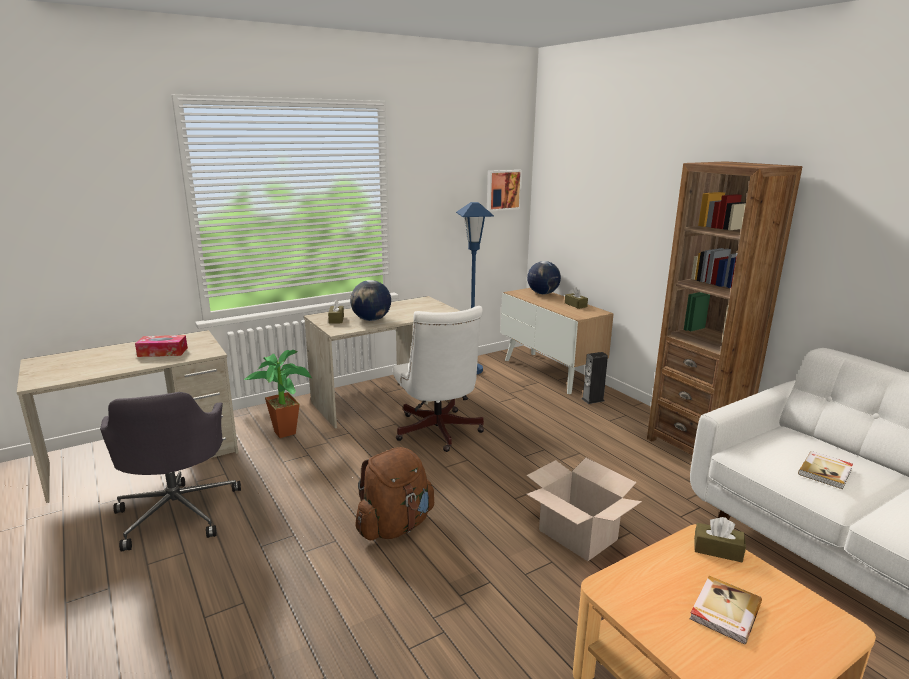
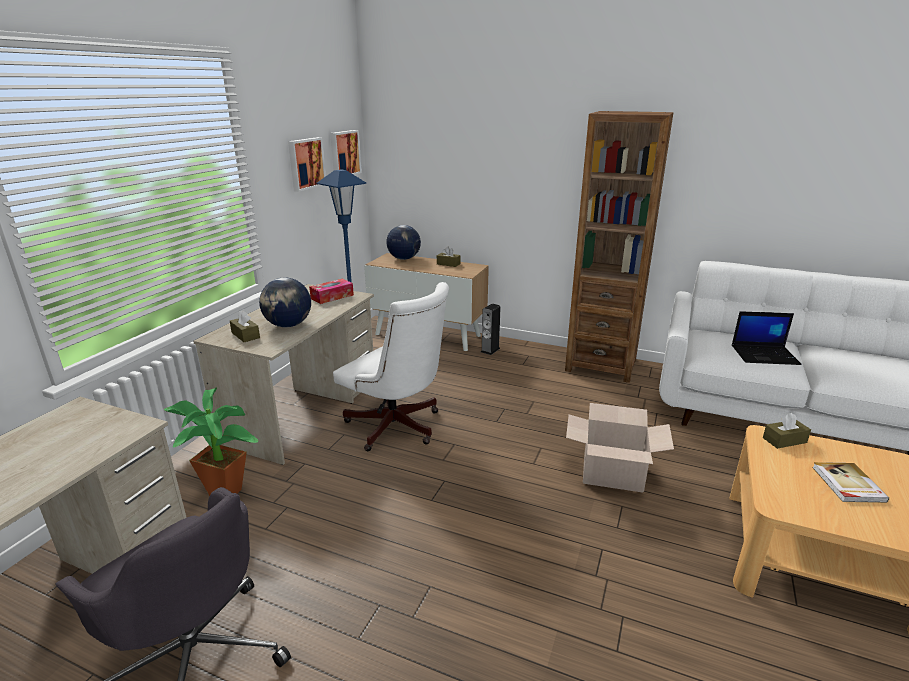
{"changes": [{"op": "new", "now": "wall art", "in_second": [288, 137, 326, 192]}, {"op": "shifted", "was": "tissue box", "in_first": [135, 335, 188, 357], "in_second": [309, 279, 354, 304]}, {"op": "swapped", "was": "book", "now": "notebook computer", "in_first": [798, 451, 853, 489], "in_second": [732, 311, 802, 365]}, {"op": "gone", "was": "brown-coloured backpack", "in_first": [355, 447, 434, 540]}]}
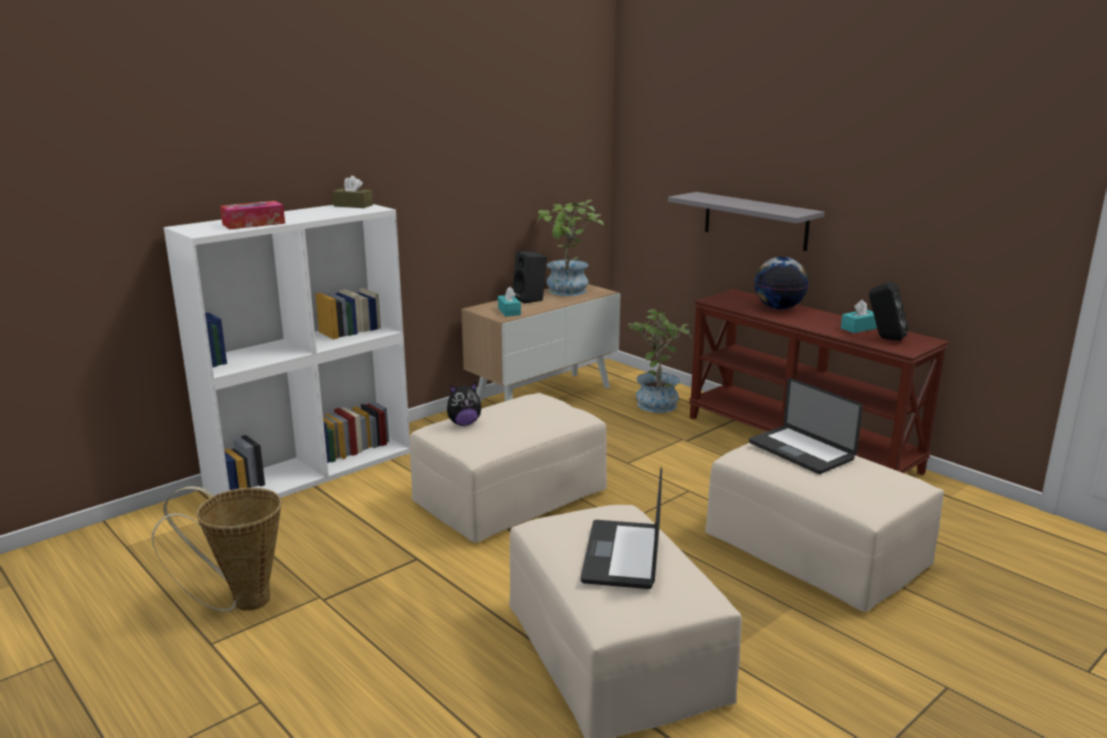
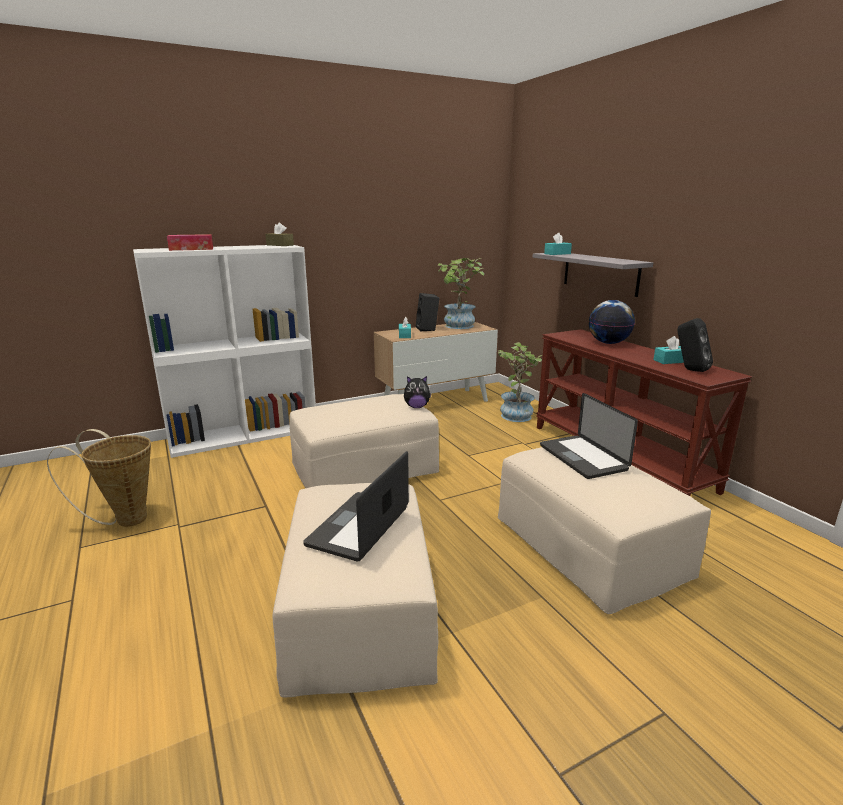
{"changes": [{"op": "shifted", "was": "cuddly toy", "in_first": [447, 383, 481, 426], "in_second": [404, 376, 432, 408]}, {"op": "new", "now": "turquoise tissue box", "in_second": [544, 233, 572, 255]}]}
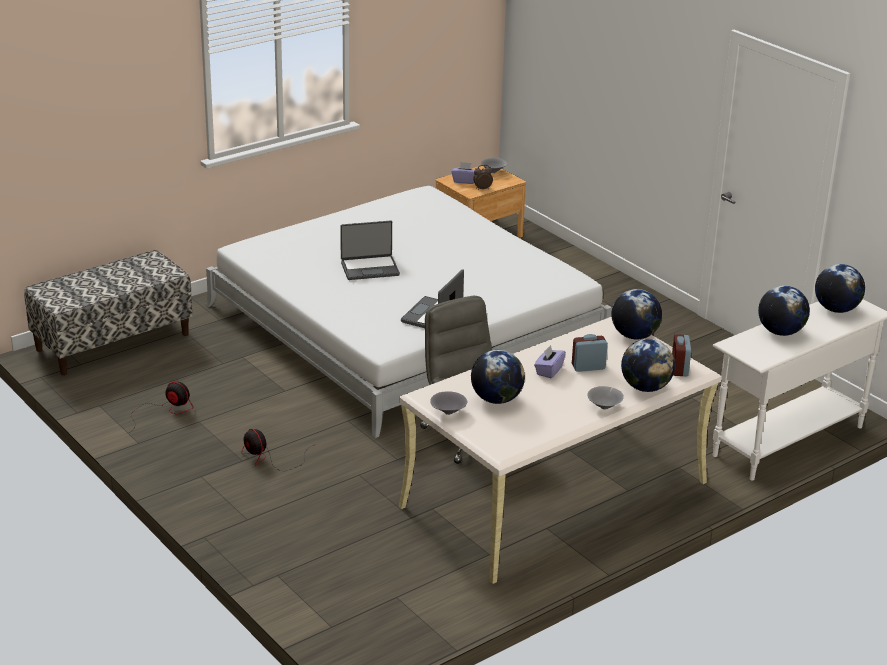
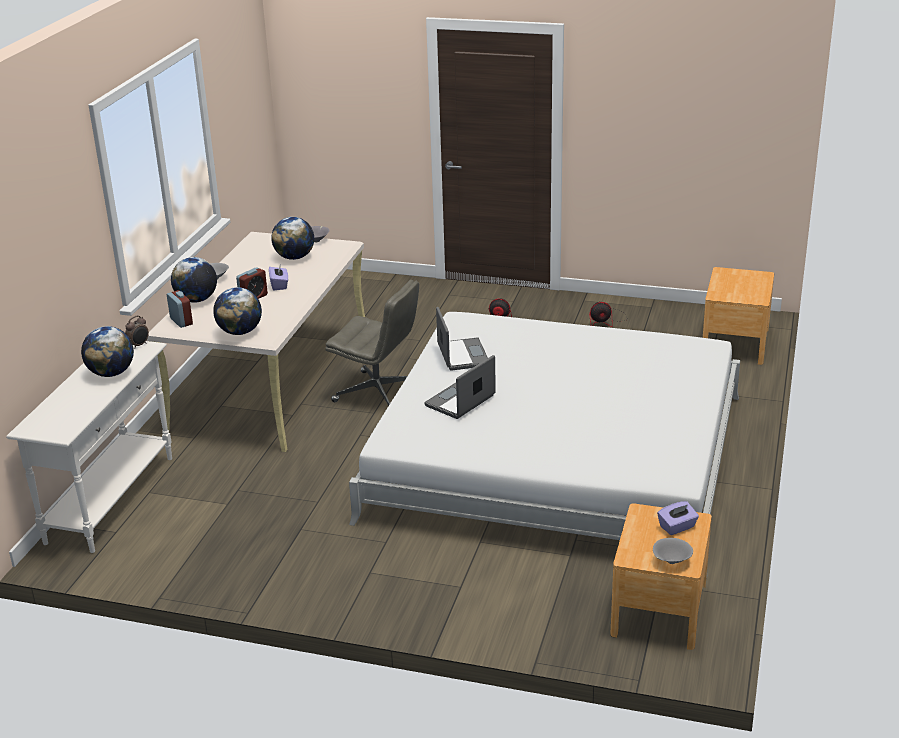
{"changes": [{"op": "shifted", "was": "bedside clock", "in_first": [473, 165, 493, 190], "in_second": [125, 315, 149, 349]}, {"op": "shifted", "was": "notebook computer", "in_first": [340, 220, 400, 280], "in_second": [424, 355, 496, 419]}, {"op": "swapped", "was": "bench", "now": "brown-coloured nightstand", "in_first": [24, 250, 193, 375], "in_second": [703, 267, 774, 365]}, {"op": "gone", "was": "world globe", "in_first": [815, 264, 865, 313]}]}
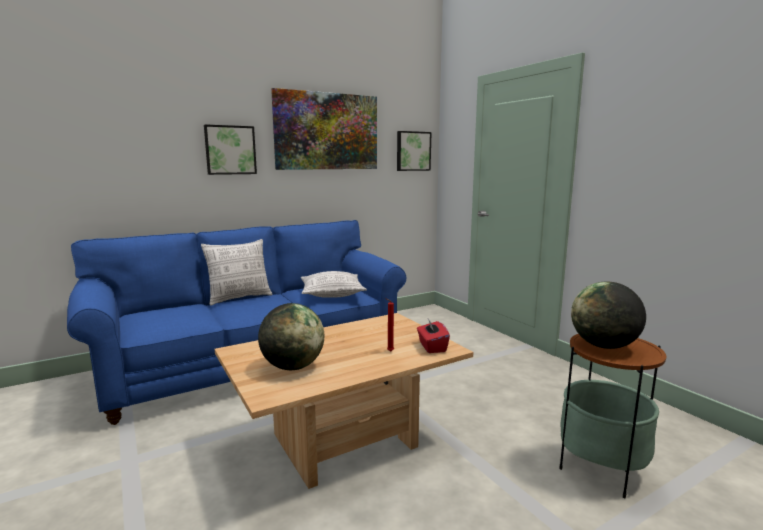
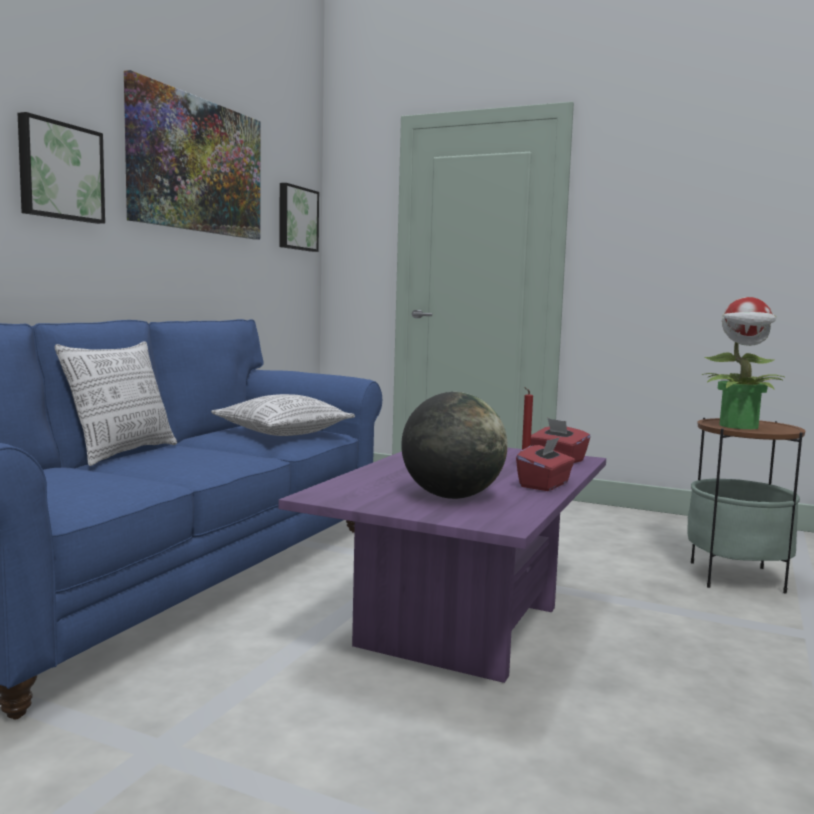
{"changes": [{"op": "repainted", "was": "sand-coloured low table", "now": "purple low table", "in_first": [215, 313, 473, 489], "in_second": [279, 448, 606, 683]}, {"op": "new", "now": "red tissue box", "in_second": [516, 437, 575, 491]}, {"op": "swapped", "was": "world globe", "now": "potted plant", "in_first": [571, 282, 646, 349], "in_second": [701, 297, 786, 429]}]}
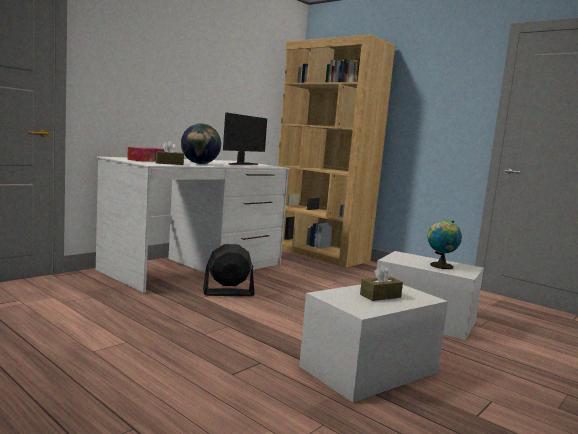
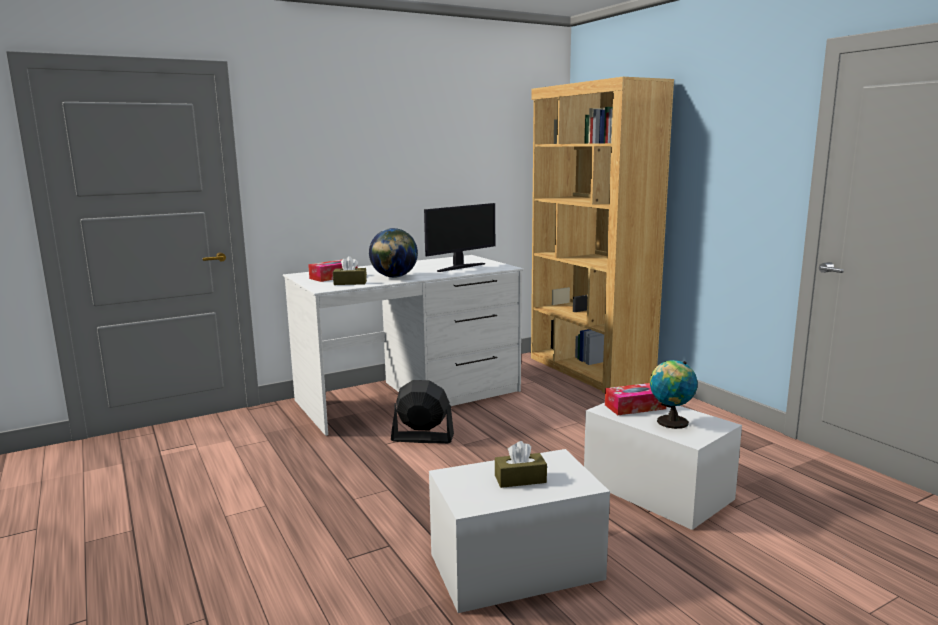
{"changes": [{"op": "new", "now": "tissue box", "in_second": [605, 383, 666, 415]}]}
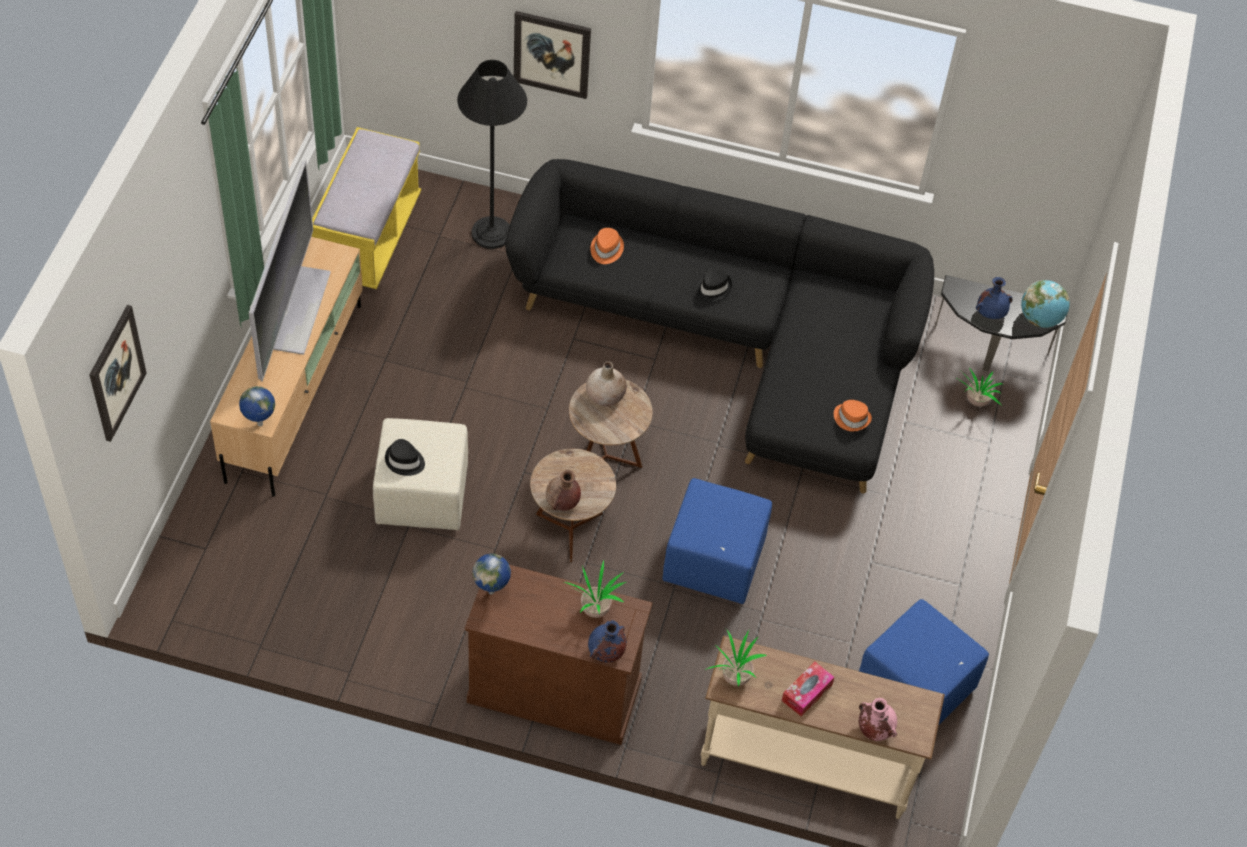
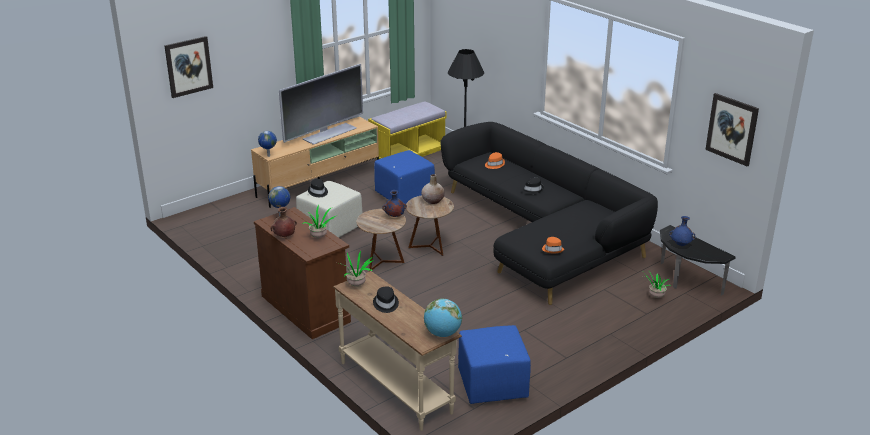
{"changes": [{"op": "shifted", "was": "brown-coloured vase", "in_first": [546, 470, 581, 511], "in_second": [270, 207, 297, 237]}, {"op": "swapped", "was": "tissue box", "now": "blackish wearable hat", "in_first": [782, 661, 834, 717], "in_second": [373, 286, 399, 313]}, {"op": "shifted", "was": "blue-coloured pouffe", "in_first": [662, 478, 772, 604], "in_second": [374, 150, 435, 204]}, {"op": "shifted", "was": "blue-coloured vase", "in_first": [588, 620, 627, 663], "in_second": [382, 190, 407, 217]}, {"op": "shifted", "was": "world globe", "in_first": [1021, 280, 1070, 328], "in_second": [424, 298, 462, 337]}, {"op": "shifted", "was": "wall art", "in_first": [514, 11, 591, 99], "in_second": [705, 93, 759, 167]}, {"op": "gone", "was": "pink vase", "in_first": [859, 698, 897, 741]}]}
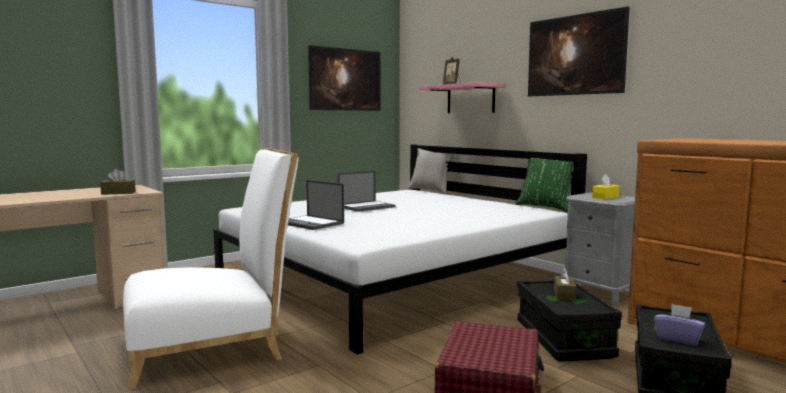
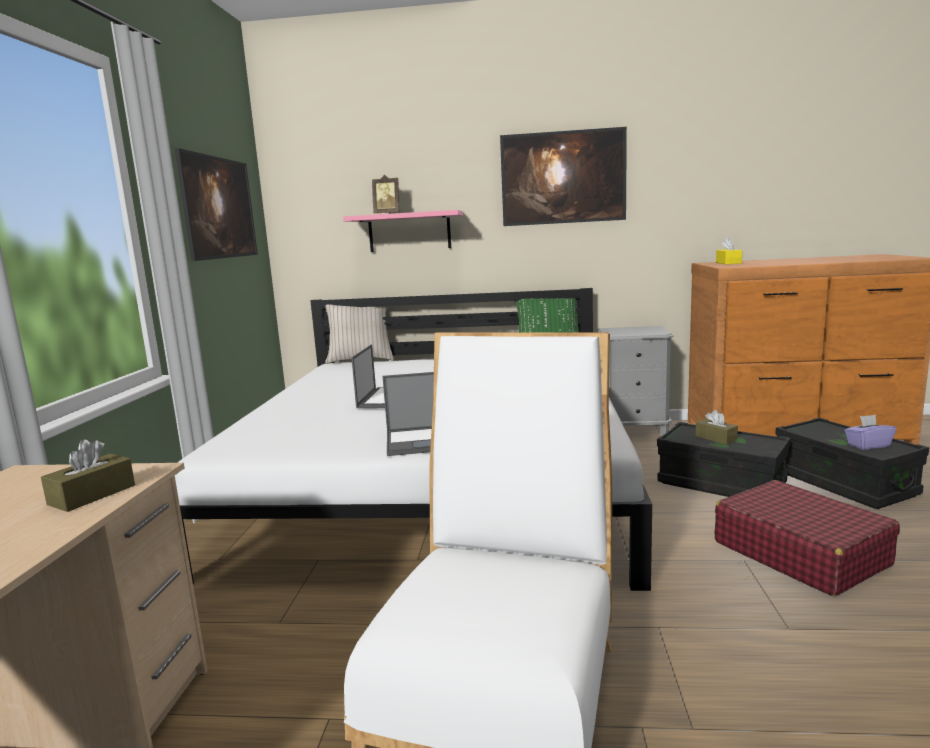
{"changes": [{"op": "shifted", "was": "yellow-coloured tissue box", "in_first": [592, 174, 620, 199], "in_second": [716, 237, 742, 264]}]}
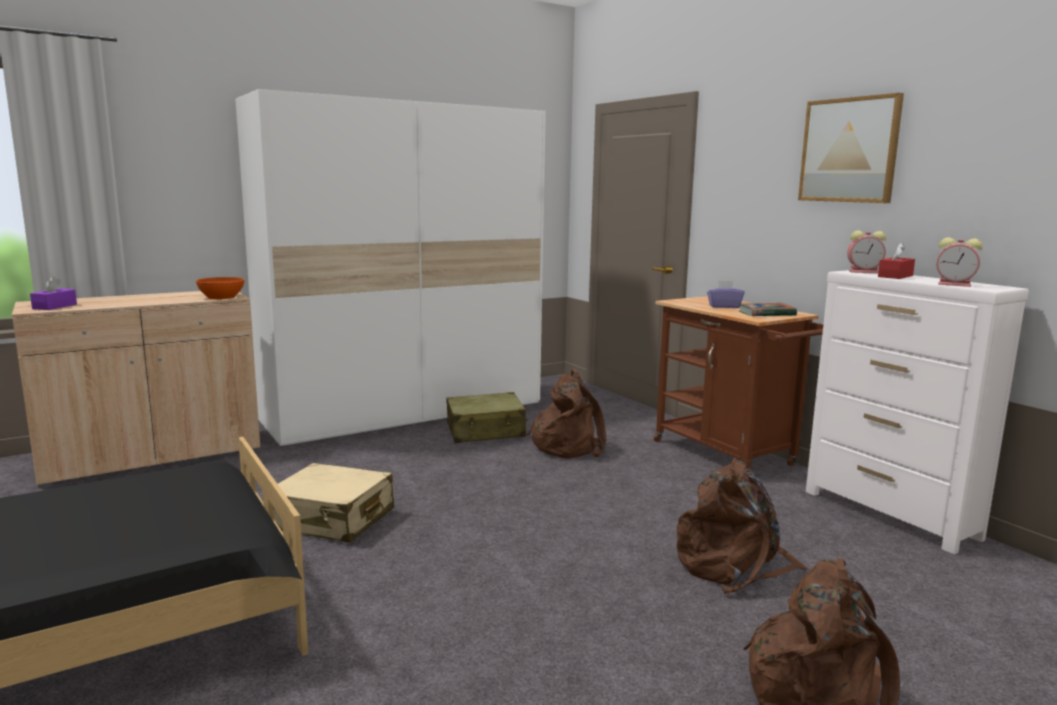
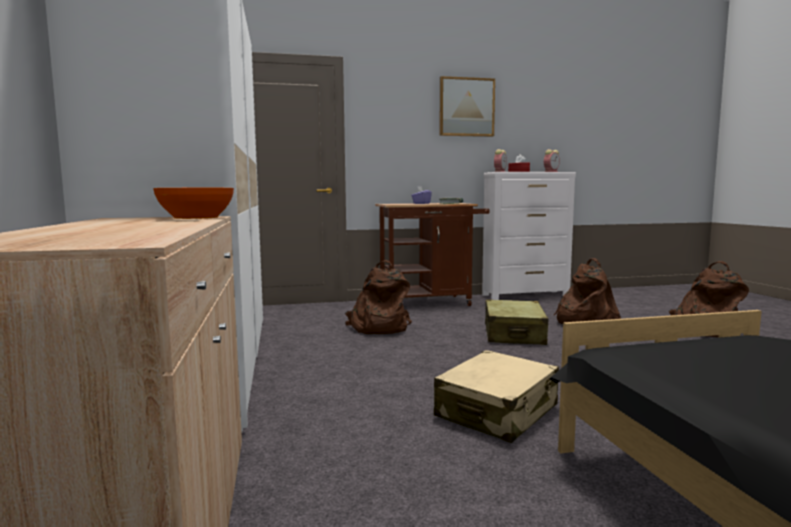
{"changes": [{"op": "shifted", "was": "sand-coloured piece of luggage", "in_first": [447, 392, 528, 443], "in_second": [485, 300, 549, 345]}, {"op": "gone", "was": "purple tissue box", "in_first": [30, 276, 77, 310]}]}
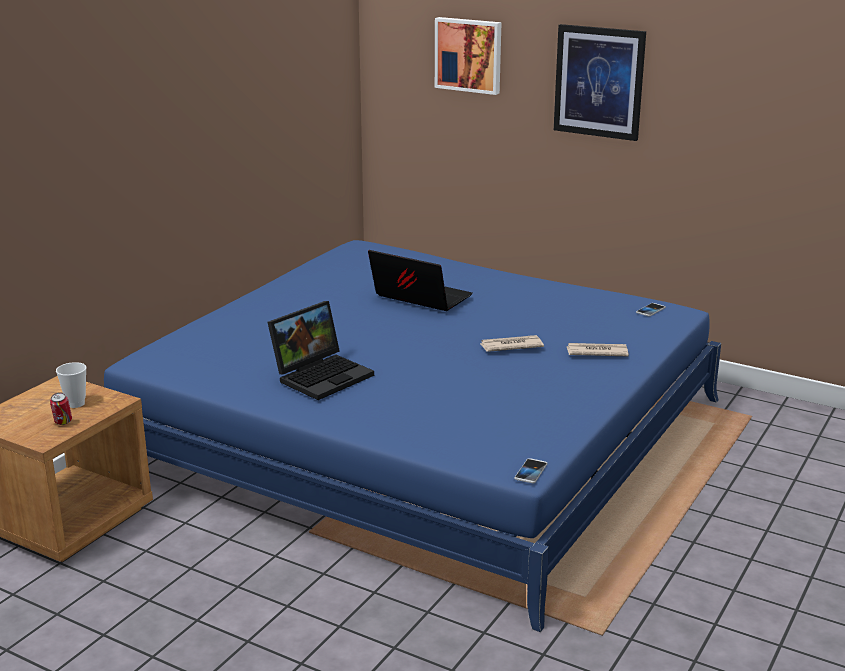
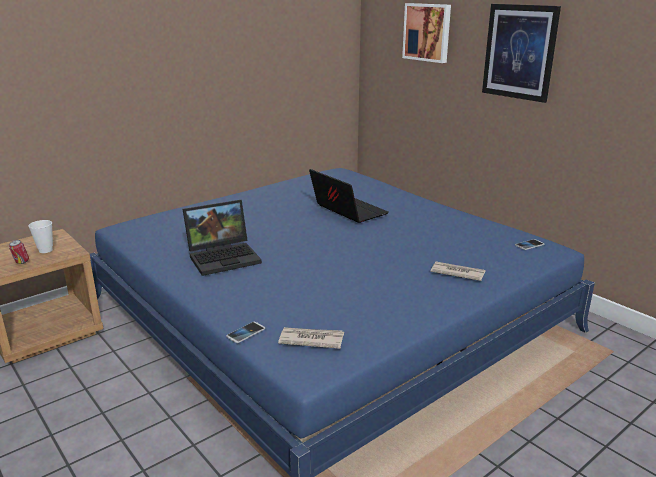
{"changes": [{"op": "shifted", "was": "phone", "in_first": [514, 458, 548, 483], "in_second": [226, 322, 265, 343]}, {"op": "shifted", "was": "daily paper", "in_first": [480, 335, 544, 352], "in_second": [278, 327, 344, 349]}]}
